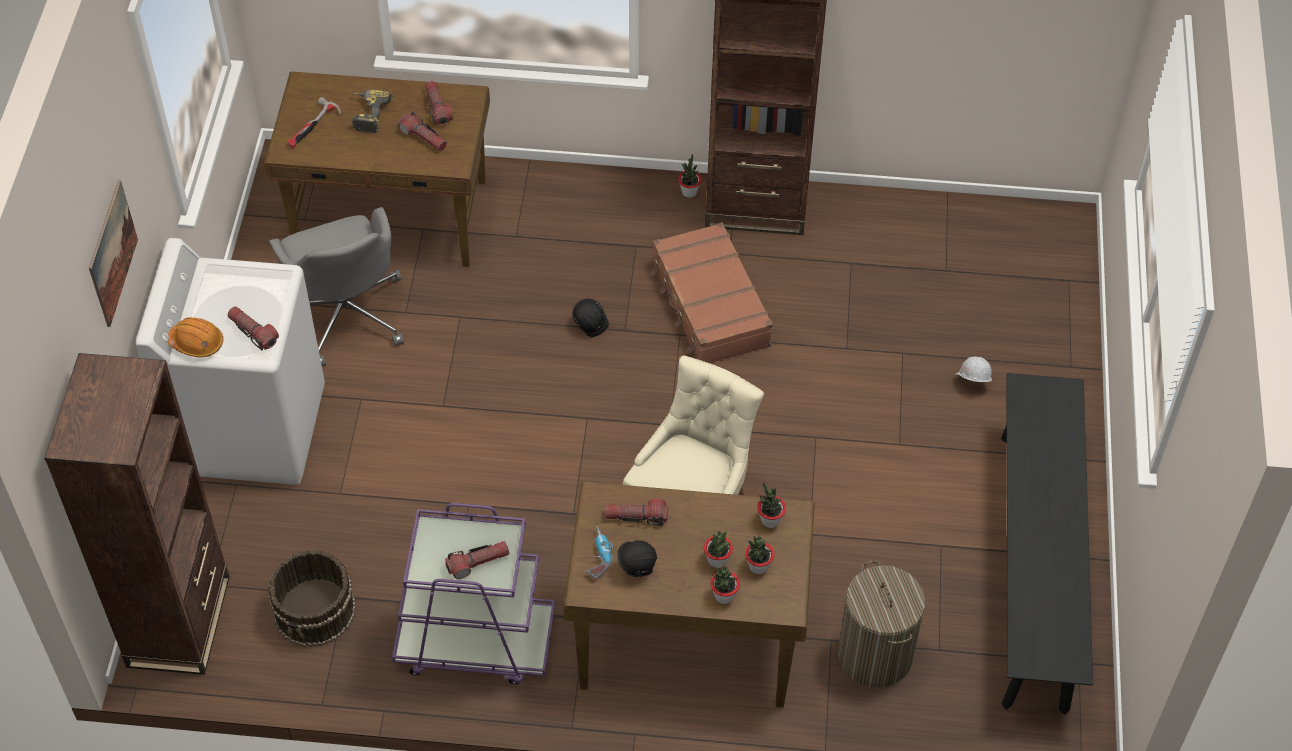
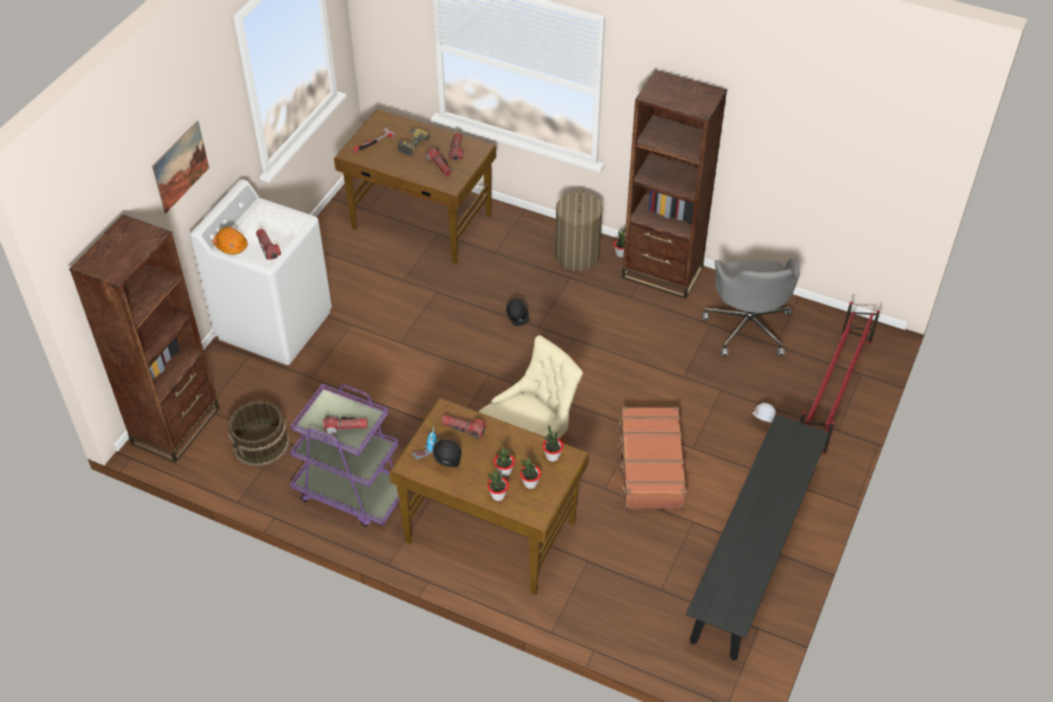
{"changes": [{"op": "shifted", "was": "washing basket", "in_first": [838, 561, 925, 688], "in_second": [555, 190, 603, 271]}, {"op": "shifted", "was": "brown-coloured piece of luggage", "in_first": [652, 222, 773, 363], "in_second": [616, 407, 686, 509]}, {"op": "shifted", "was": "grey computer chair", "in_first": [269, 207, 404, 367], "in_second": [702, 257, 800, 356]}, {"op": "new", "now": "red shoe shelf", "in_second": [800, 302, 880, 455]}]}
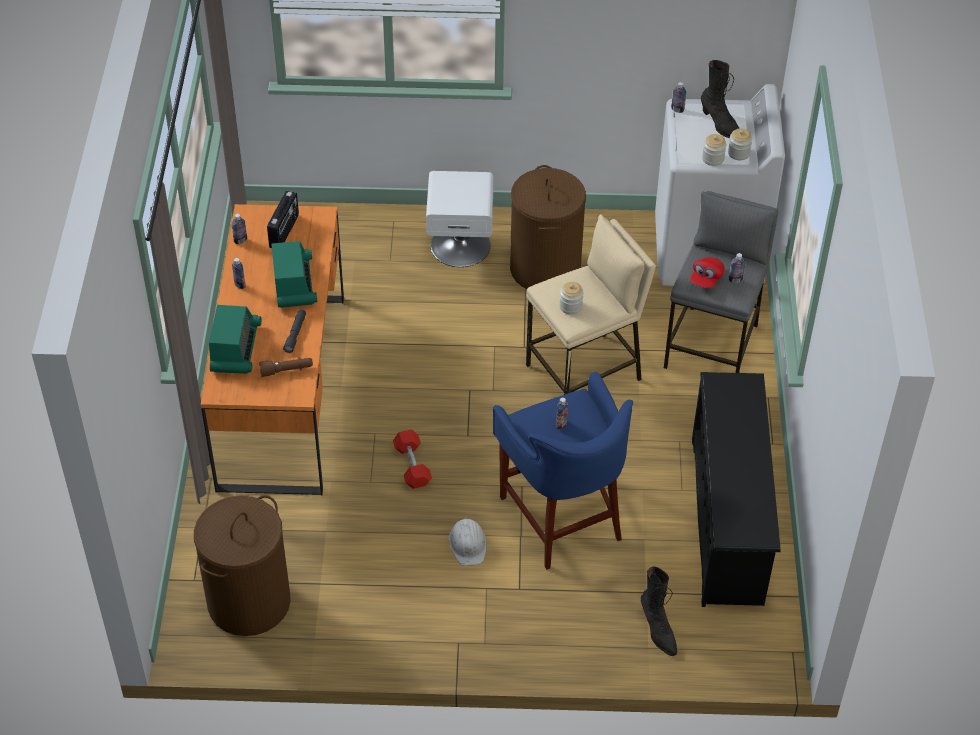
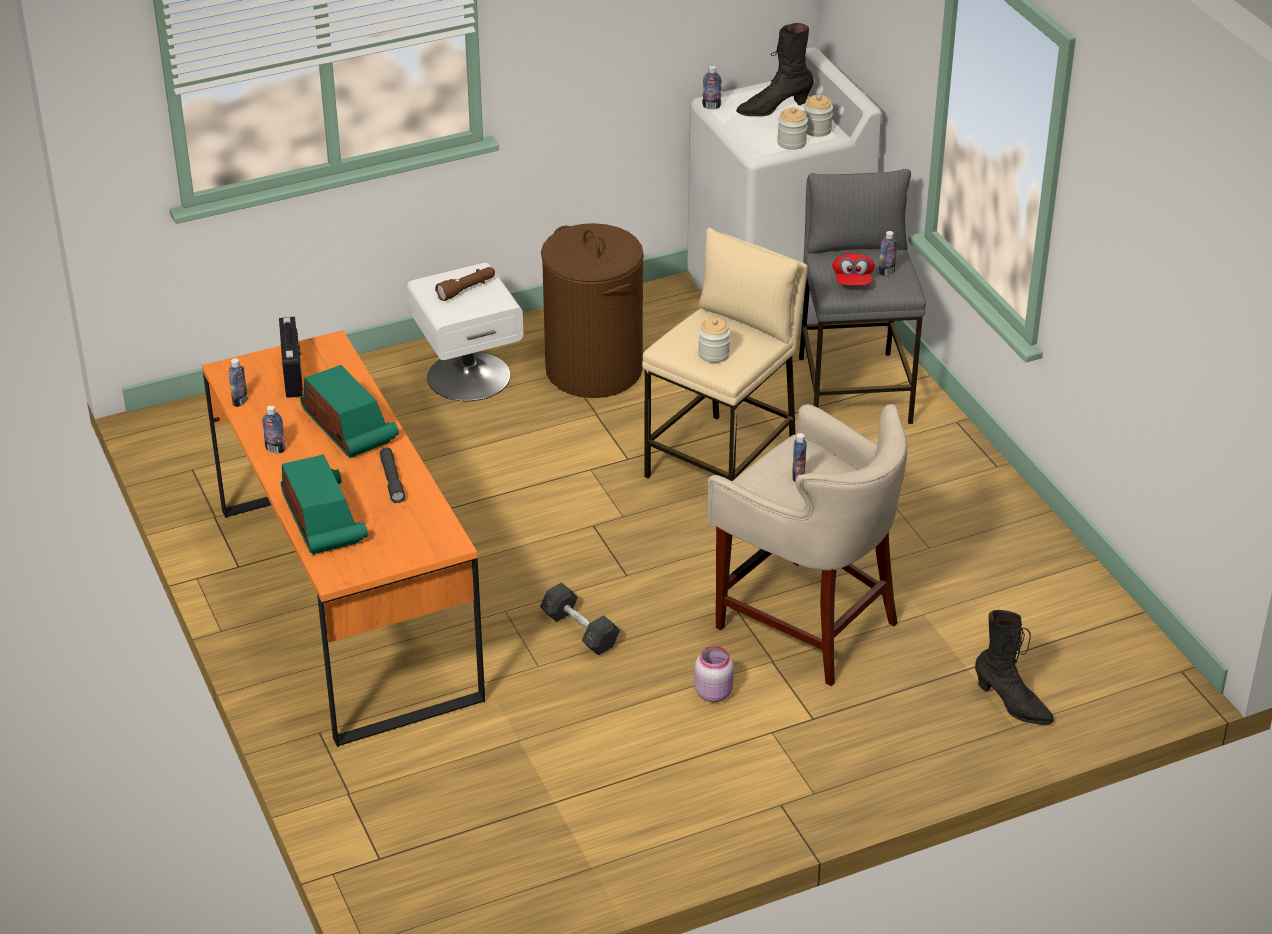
{"changes": [{"op": "shifted", "was": "brown-coloured torch", "in_first": [259, 357, 313, 377], "in_second": [435, 267, 495, 301]}, {"op": "repainted", "was": "red hand weight", "now": "grey hand weight", "in_first": [393, 429, 432, 489], "in_second": [540, 582, 620, 656]}, {"op": "swapped", "was": "whitish safety helmet", "now": "pink jar", "in_first": [449, 518, 487, 566], "in_second": [694, 646, 734, 702]}, {"op": "repainted", "was": "blue-coloured stool seat", "now": "sand-coloured stool seat", "in_first": [493, 372, 633, 570], "in_second": [707, 404, 907, 686]}, {"op": "rotated", "was": "blackish boot", "in_first": [701, 60, 740, 138], "in_second": [736, 23, 814, 116], "clockwise": 135}, {"op": "gone", "was": "brown-coloured washing basket", "in_first": [194, 495, 291, 636]}, {"op": "gone", "was": "blackish shoe shelf", "in_first": [692, 372, 781, 607]}]}
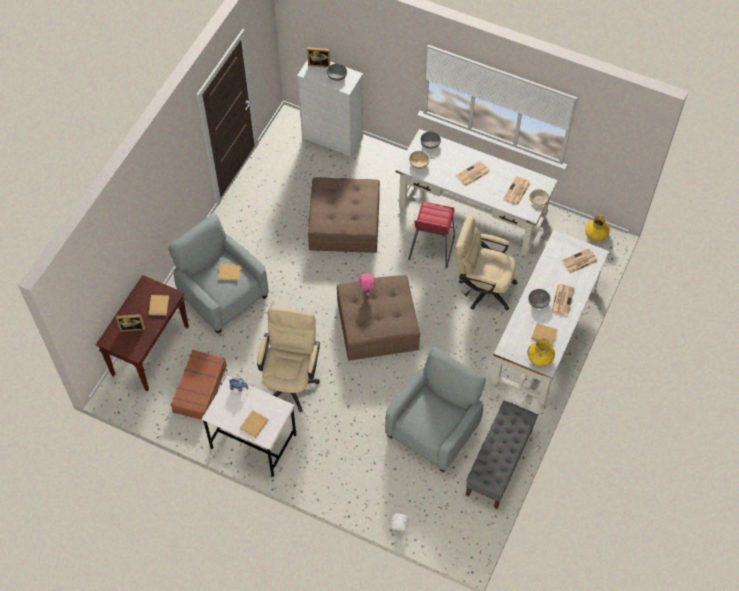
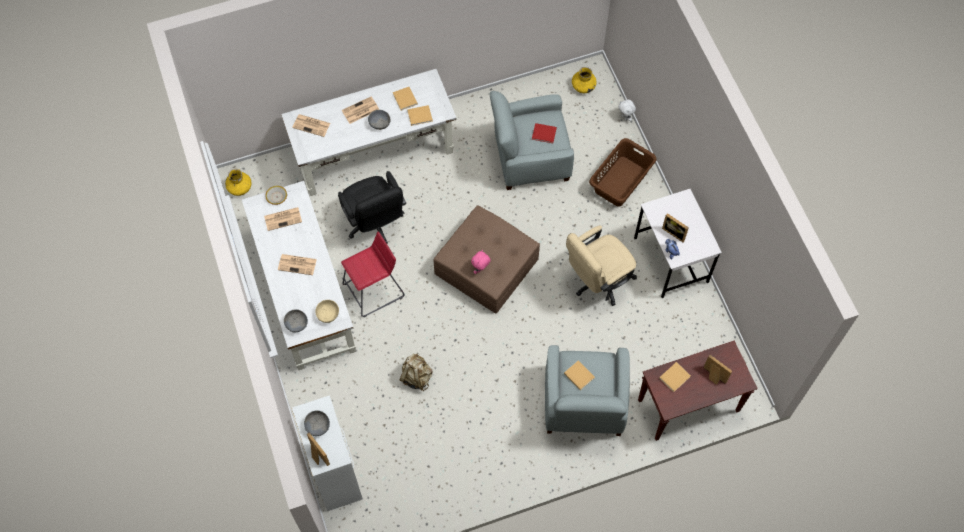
{"changes": [{"op": "repainted", "was": "sand-coloured computer chair", "now": "blackish computer chair", "in_first": [455, 215, 517, 311], "in_second": [338, 171, 406, 244]}, {"op": "swapped", "was": "brown-coloured pouffe", "now": "sand-coloured backpack", "in_first": [308, 177, 380, 253], "in_second": [400, 353, 432, 391]}, {"op": "shifted", "was": "sand-coloured book", "in_first": [240, 410, 268, 438], "in_second": [407, 105, 433, 126]}, {"op": "new", "now": "red book", "in_second": [532, 123, 557, 143]}, {"op": "shifted", "was": "yellow-coloured vase", "in_first": [528, 338, 555, 367], "in_second": [572, 67, 597, 93]}, {"op": "new", "now": "brown-coloured washing basket", "in_second": [589, 138, 657, 207]}, {"op": "new", "now": "picture frame", "in_second": [662, 213, 689, 242]}, {"op": "gone", "was": "brown-coloured piece of luggage", "in_first": [171, 350, 227, 420]}, {"op": "gone", "was": "grey bench", "in_first": [466, 401, 538, 509]}]}
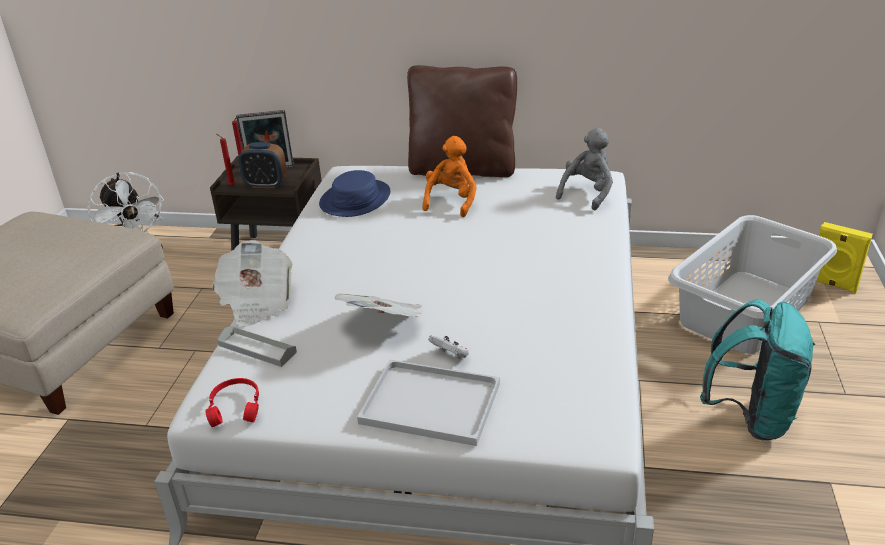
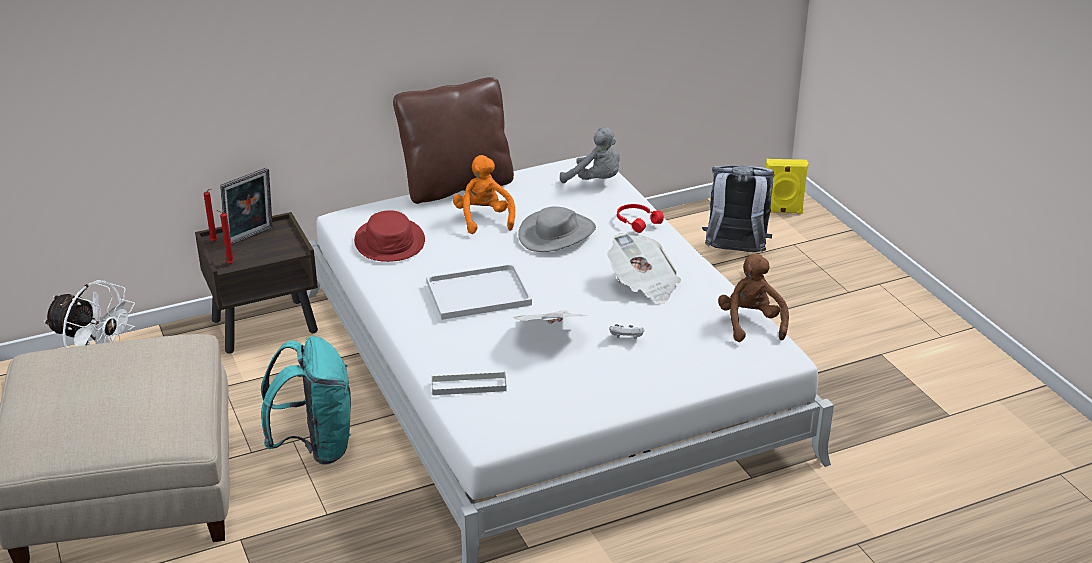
{"changes": [{"op": "shifted", "was": "turquoise backpack", "in_first": [700, 300, 815, 441], "in_second": [261, 336, 351, 465]}, {"op": "repainted", "was": "blue-coloured wearable hat", "now": "red wearable hat", "in_first": [319, 170, 391, 217], "in_second": [354, 210, 425, 262]}, {"op": "shifted", "was": "whitish tray", "in_first": [357, 360, 500, 446], "in_second": [426, 263, 532, 320]}, {"op": "new", "now": "grey wearable hat", "in_second": [518, 207, 596, 252]}, {"op": "rotated", "was": "grey cuddly toy", "in_first": [556, 128, 613, 211], "in_second": [560, 127, 620, 183], "clockwise": 120}, {"op": "shifted", "was": "daily paper", "in_first": [212, 240, 292, 327], "in_second": [607, 233, 681, 304]}, {"op": "shifted", "was": "red headset", "in_first": [205, 378, 259, 427], "in_second": [617, 204, 664, 233]}, {"op": "swapped", "was": "grey washing basket", "now": "grey backpack", "in_first": [668, 215, 837, 354], "in_second": [702, 165, 774, 252]}, {"op": "new", "now": "brown-coloured cuddly toy", "in_second": [718, 253, 789, 342]}, {"op": "gone", "was": "bedside clock", "in_first": [238, 142, 287, 188]}]}
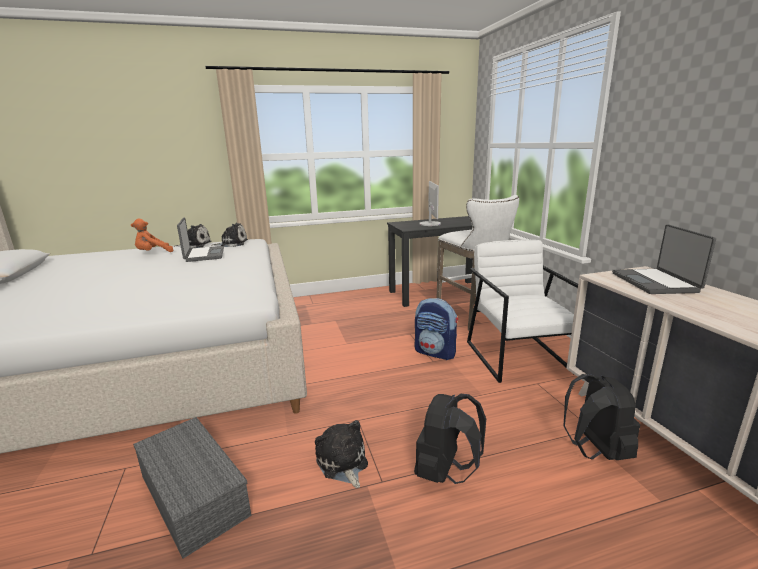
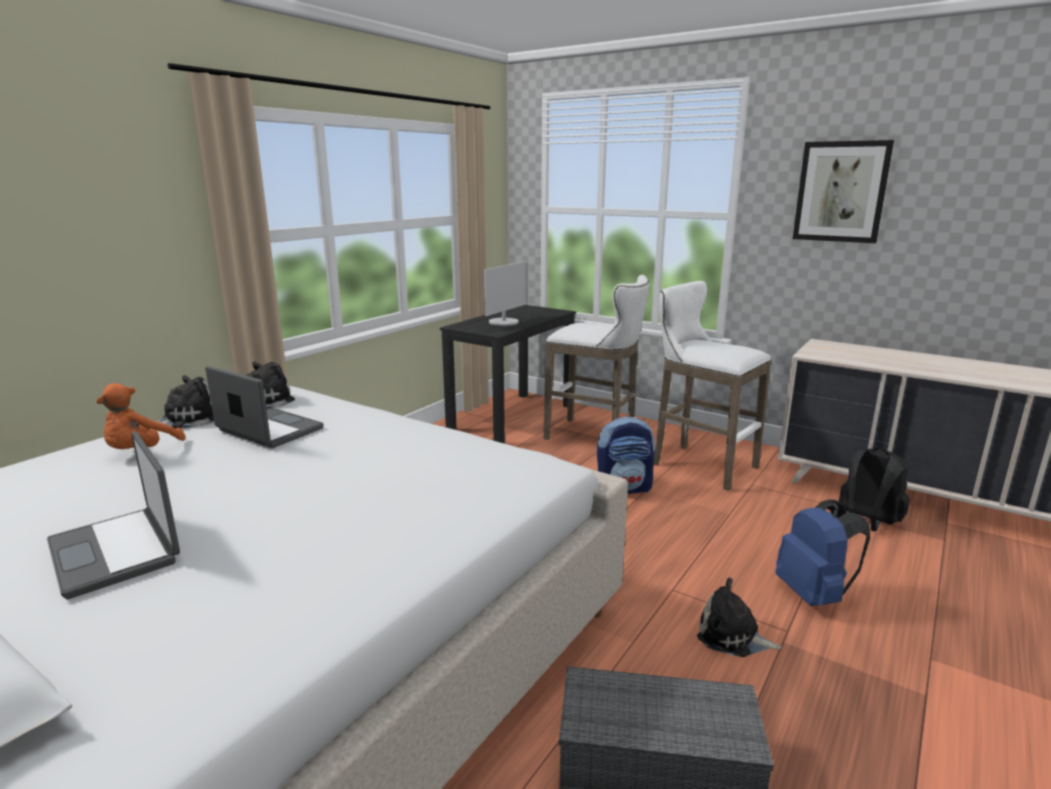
{"changes": [{"op": "shifted", "was": "notebook computer", "in_first": [612, 224, 716, 294], "in_second": [47, 431, 180, 599]}, {"op": "rotated", "was": "computer display", "in_first": [420, 181, 441, 226], "in_second": [484, 261, 528, 326], "clockwise": 75}, {"op": "swapped", "was": "whitish lounge chair", "now": "whitish stool seat", "in_first": [467, 240, 578, 383], "in_second": [653, 281, 771, 491]}, {"op": "repainted", "was": "blackish backpack", "now": "blue-coloured backpack", "in_first": [414, 394, 486, 484], "in_second": [776, 499, 870, 606]}, {"op": "new", "now": "wall art", "in_second": [793, 140, 894, 243]}]}
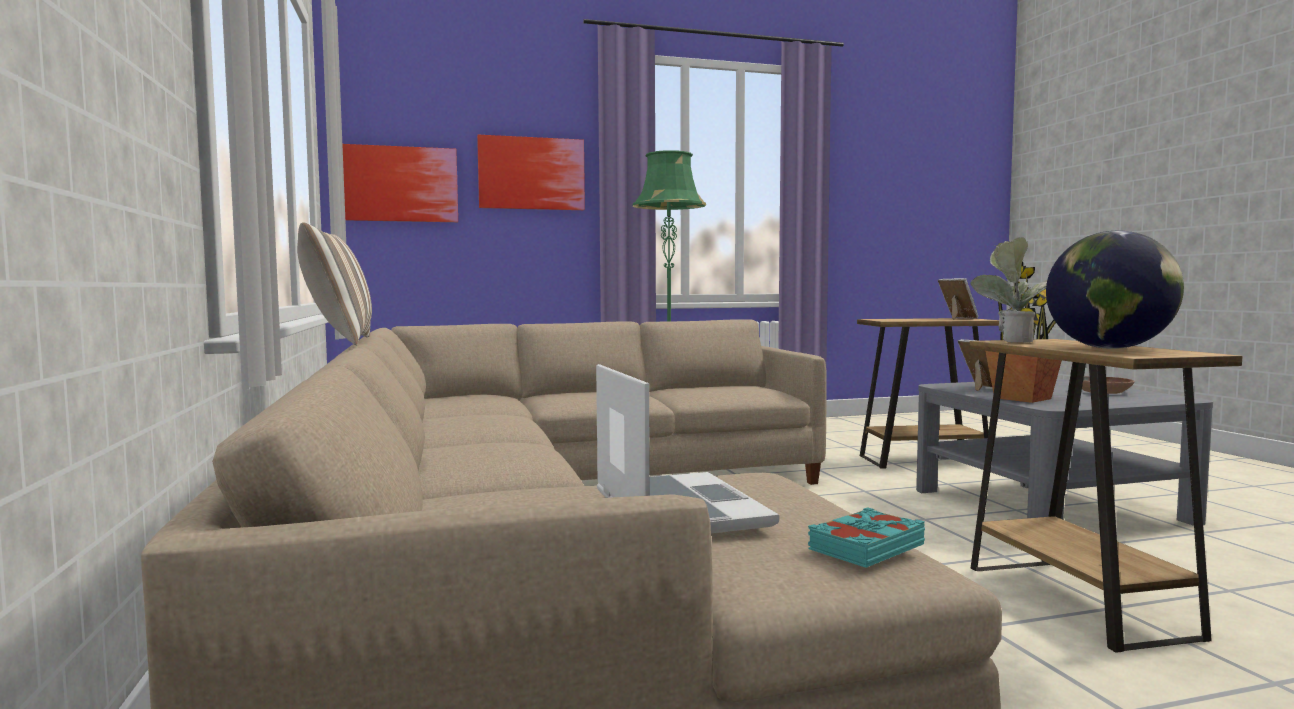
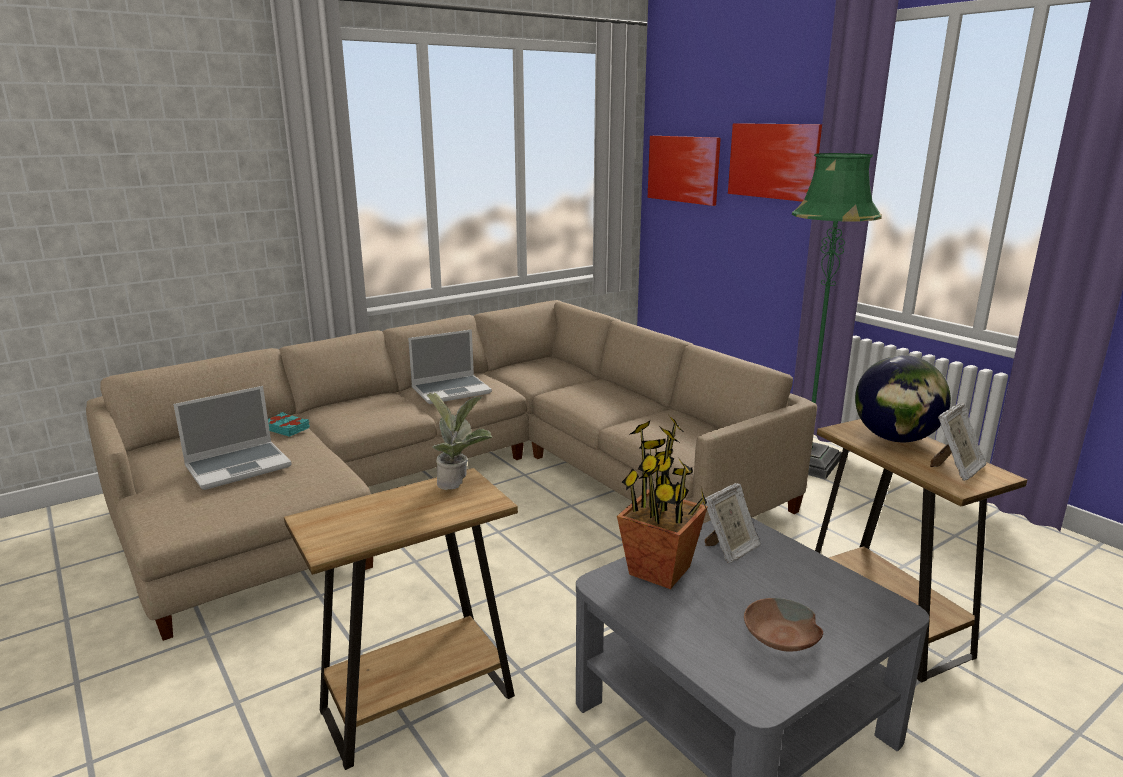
{"changes": [{"op": "shifted", "was": "turquoise book", "in_first": [808, 507, 925, 568], "in_second": [268, 412, 310, 437]}, {"op": "new", "now": "notebook computer", "in_second": [408, 329, 492, 404]}, {"op": "shifted", "was": "world globe", "in_first": [1046, 231, 1184, 349], "in_second": [855, 355, 951, 442]}, {"op": "gone", "was": "throw pillow", "in_first": [297, 222, 372, 345]}]}
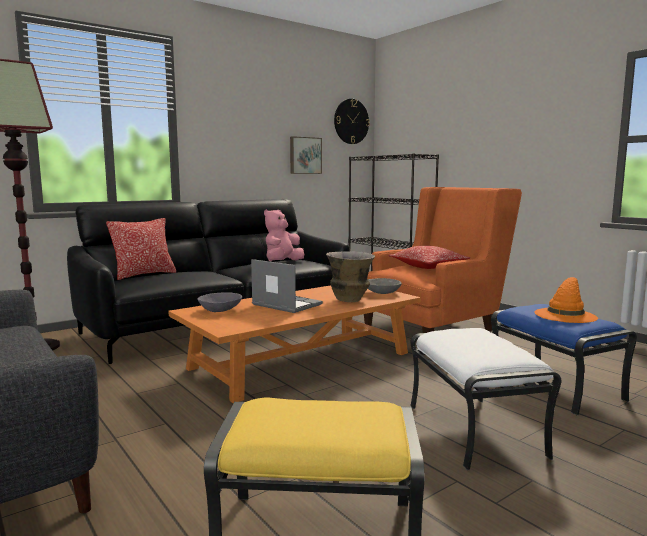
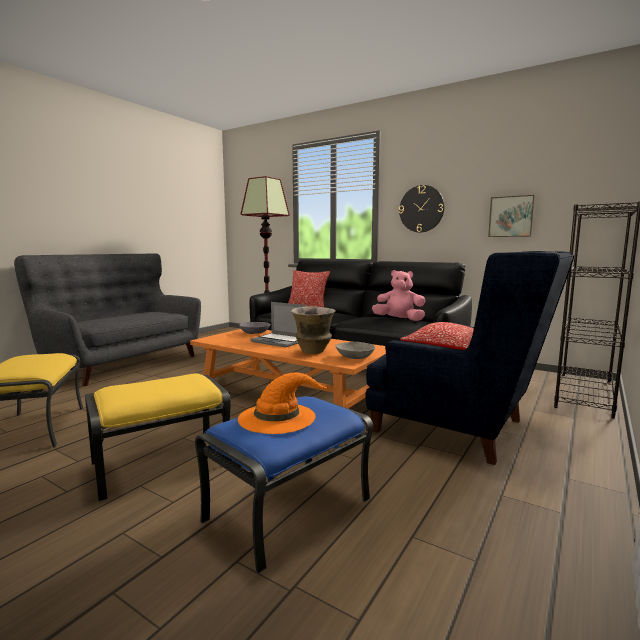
{"changes": [{"op": "repainted", "was": "whitish pouffe", "now": "yellow-coloured pouffe", "in_first": [410, 328, 561, 470], "in_second": [85, 374, 232, 502]}, {"op": "rotated", "was": "notebook computer", "in_first": [251, 259, 323, 313], "in_second": [250, 302, 307, 347], "clockwise": 105}, {"op": "repainted", "was": "orange-coloured lounge chair", "now": "blue-coloured lounge chair", "in_first": [364, 187, 522, 333], "in_second": [365, 251, 574, 465]}, {"op": "shifted", "was": "clock on the wall", "in_first": [334, 99, 370, 144], "in_second": [399, 185, 444, 232]}]}
